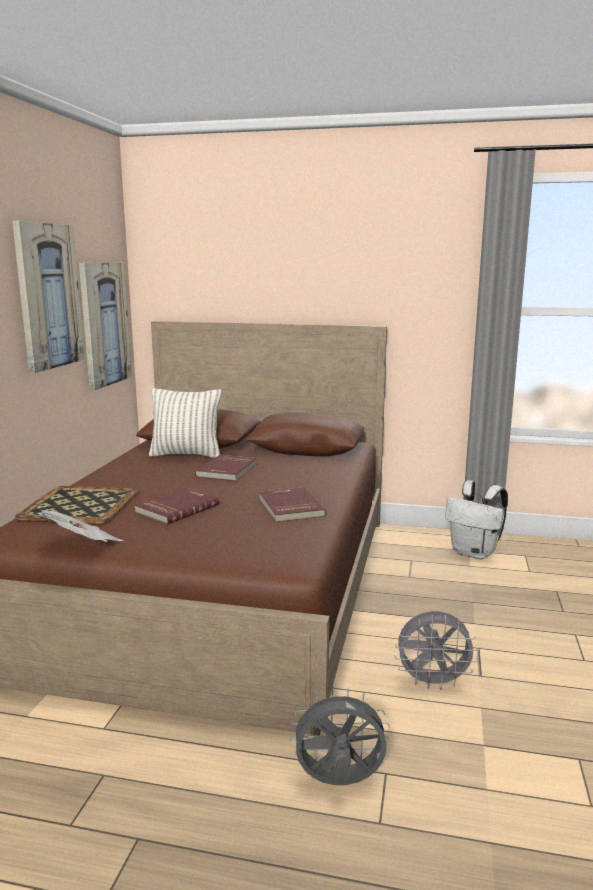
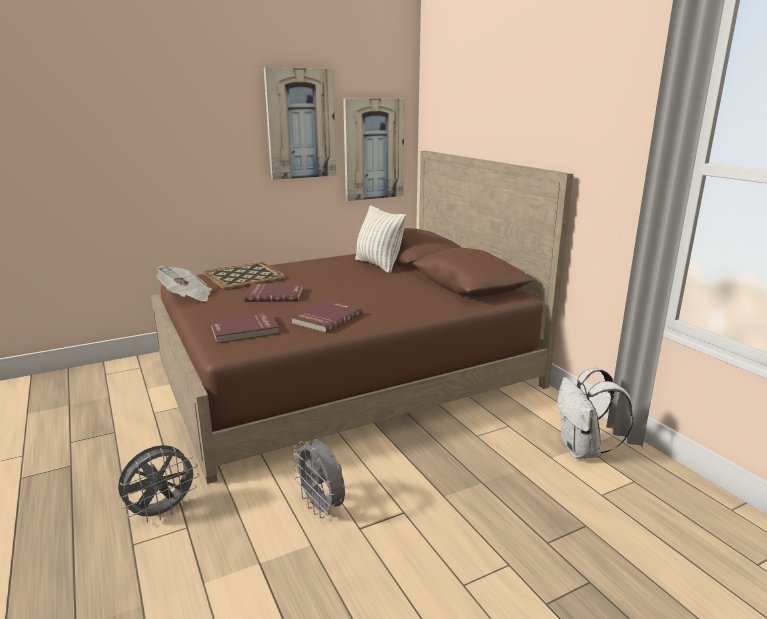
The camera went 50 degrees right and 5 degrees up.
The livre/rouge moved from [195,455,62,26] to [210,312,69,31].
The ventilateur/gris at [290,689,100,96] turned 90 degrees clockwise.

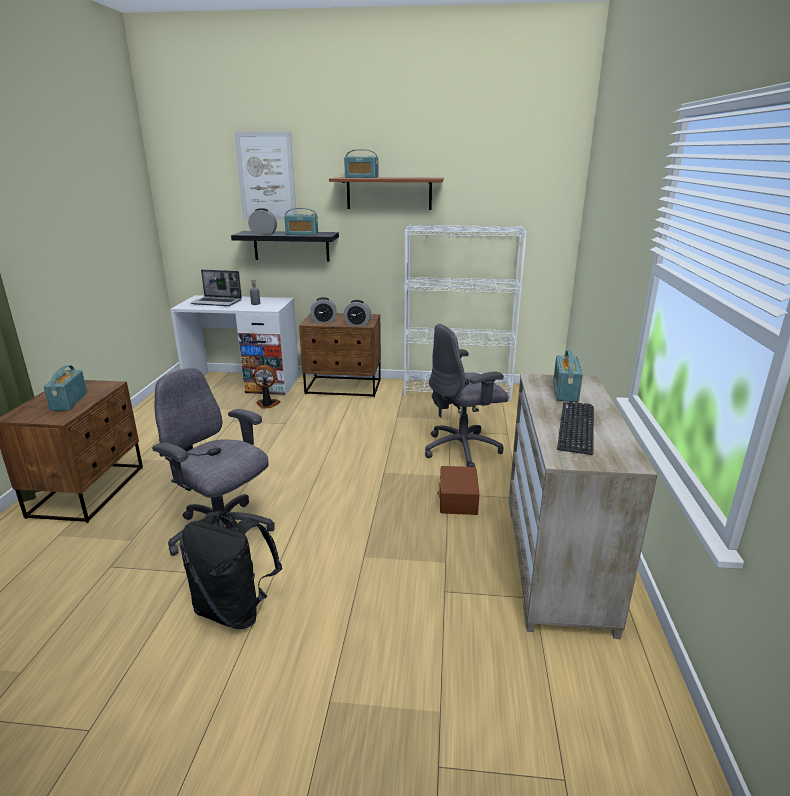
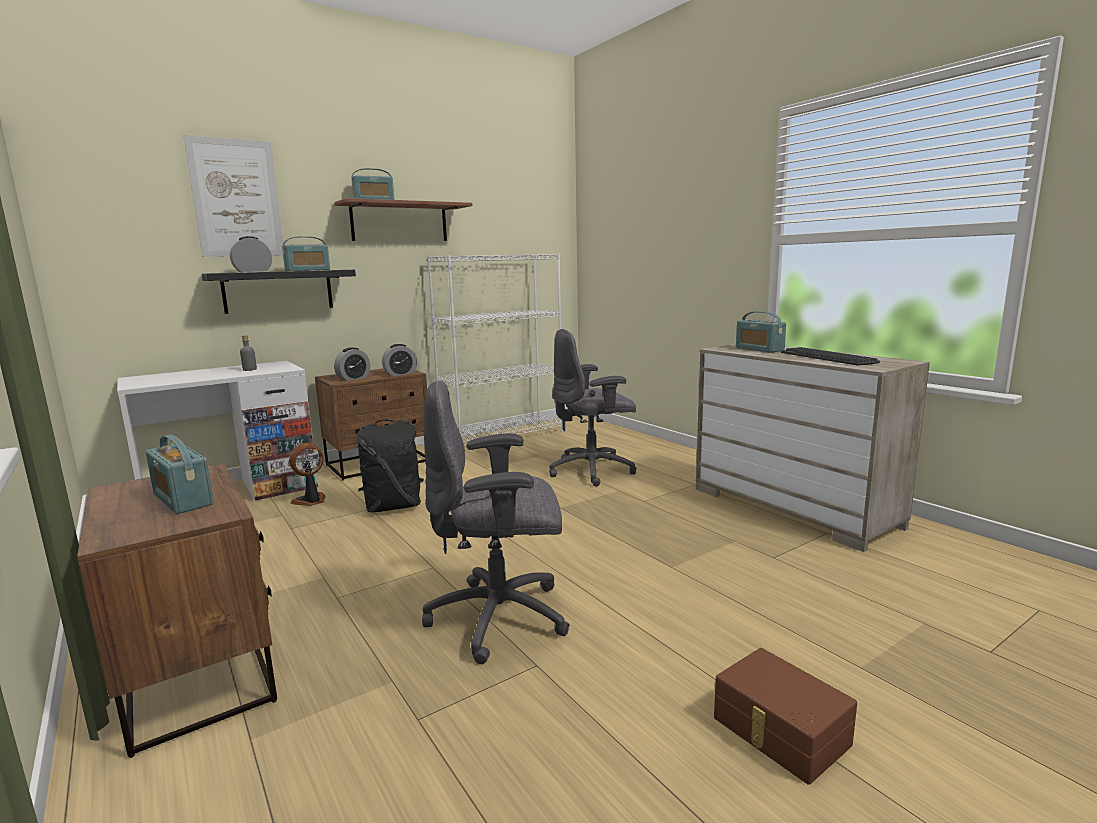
The camera went 40 degrees left and 10 degrees down.
The sac à dos/noir moved from [180,511,102,118] to [357,419,67,93].
The ordinateur portable at [191,269,51,37] disappeared.
The chaise de bureau/gris at [425,324,83,143] turned 45 degrees clockwise.
The boîte de rangement/marron moved from [437,466,42,49] to [714,648,143,137].

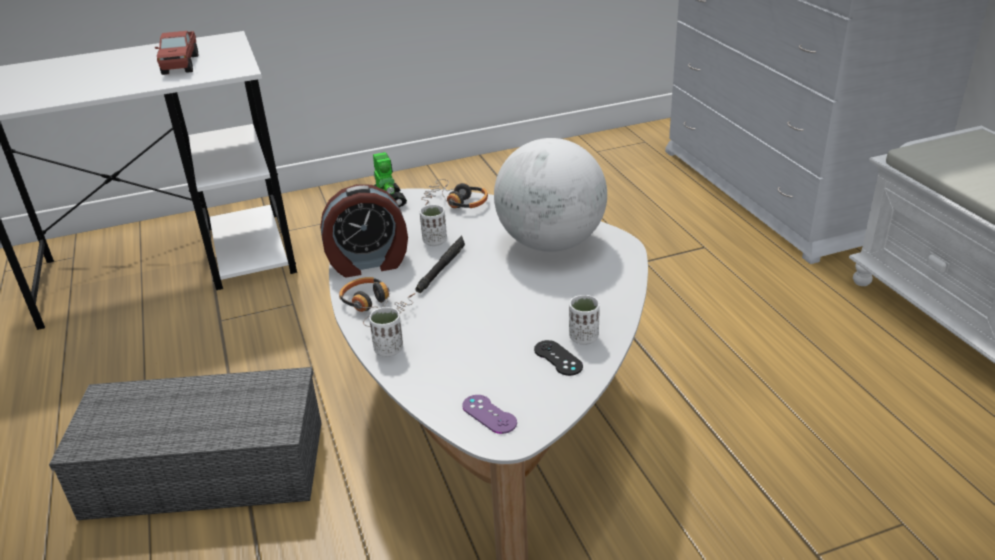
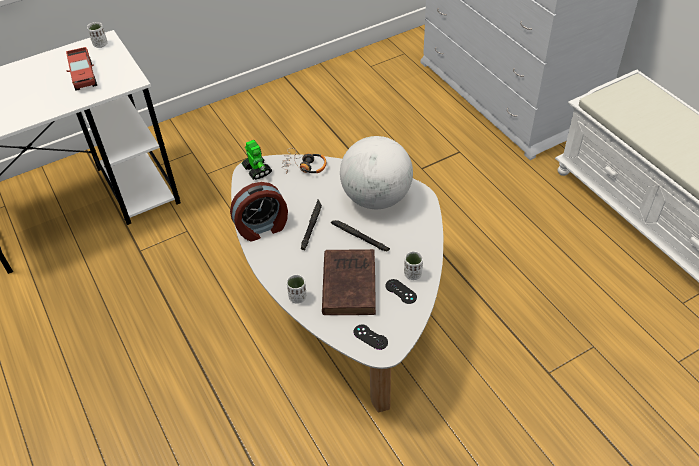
The camera went 10 degrees left and 15 degrees up.
The boîte de rangement/gris at [49,367,273,153] disappeared.
The casque audio at [339,277,76,50] disappeared.
The tasse/blanc moved from [420,205,27,41] to [87,22,21,26].
The manette/violet at [462,395,55,39] became the manette/noir at [354,324,34,26].
The livre/marron at [322,249,54,66] appeared.
The lampe de poche/noir at [331,220,59,32] appeared.

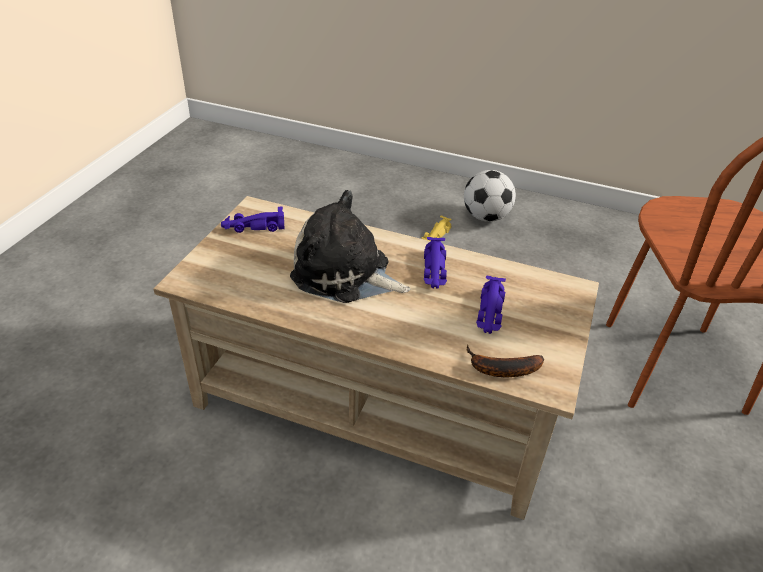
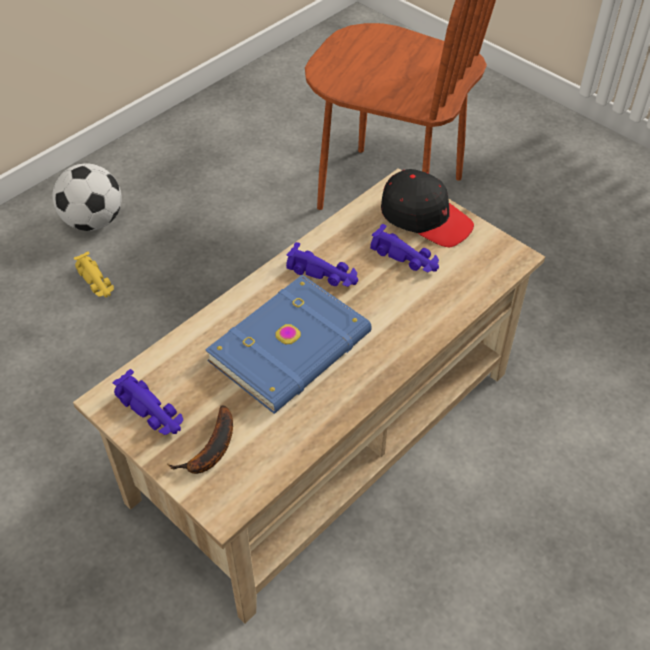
The camera went 65 degrees left and 10 degrees up.
The petite voiture/violet at [221,207,63,26] turned 60 degrees counterclockwise.
The peluche at [290,190,121,113] was replaced by the livre/bleu at [205,275,167,139].
The banane moved from [467,344,77,33] to [167,405,66,69].
The casquette/noir at [381,169,93,78] appeared.

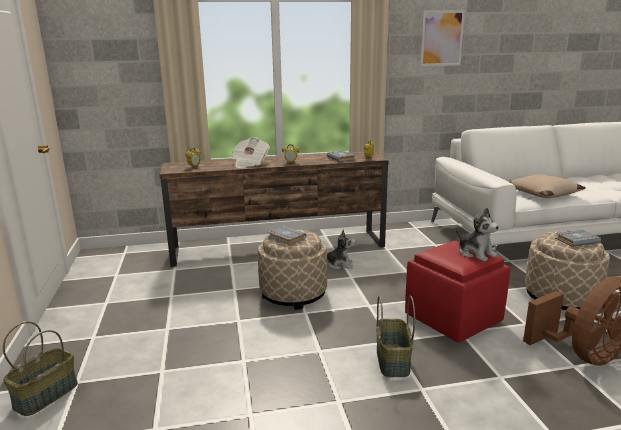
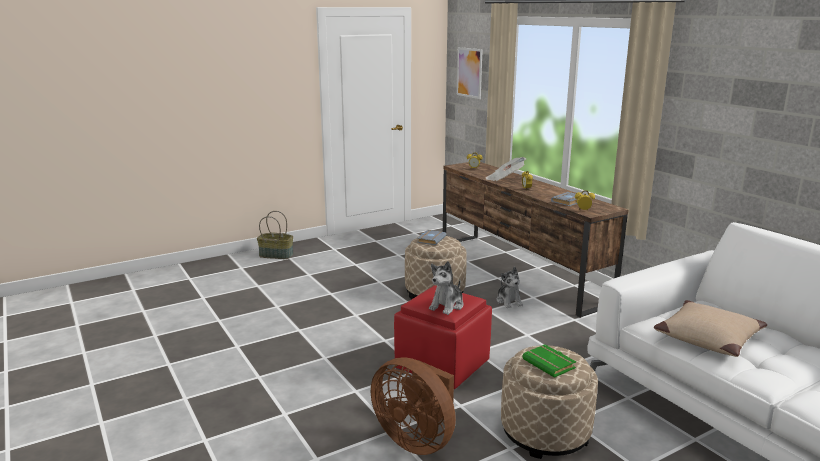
The camera went 70 degrees right and 0 degrees up.
The panier at [376,295,39,82] disappeared.
The tableau moved from [420,10,45,56] to [457,47,26,52].
The livre/gris at [555,230,46,17] became the livre/vert at [522,345,54,33].

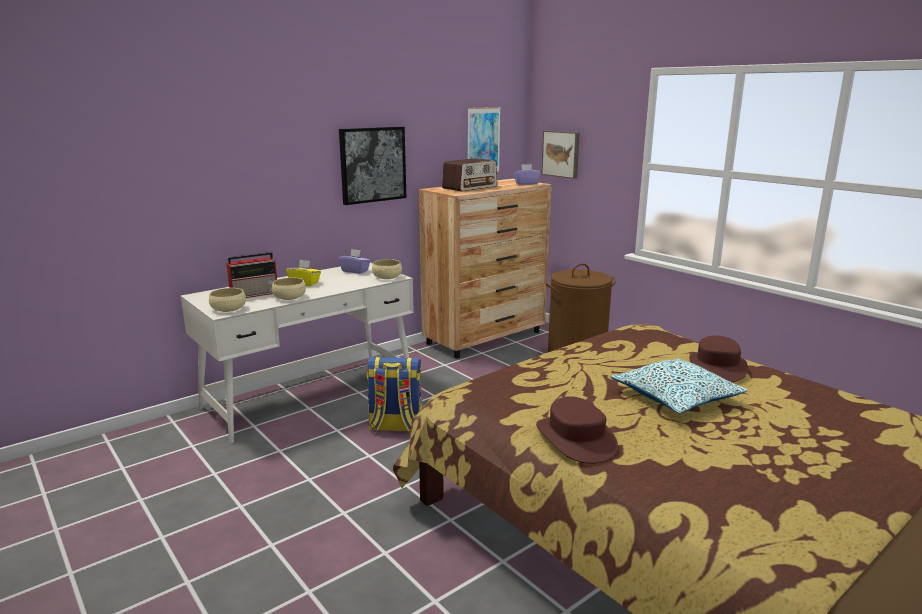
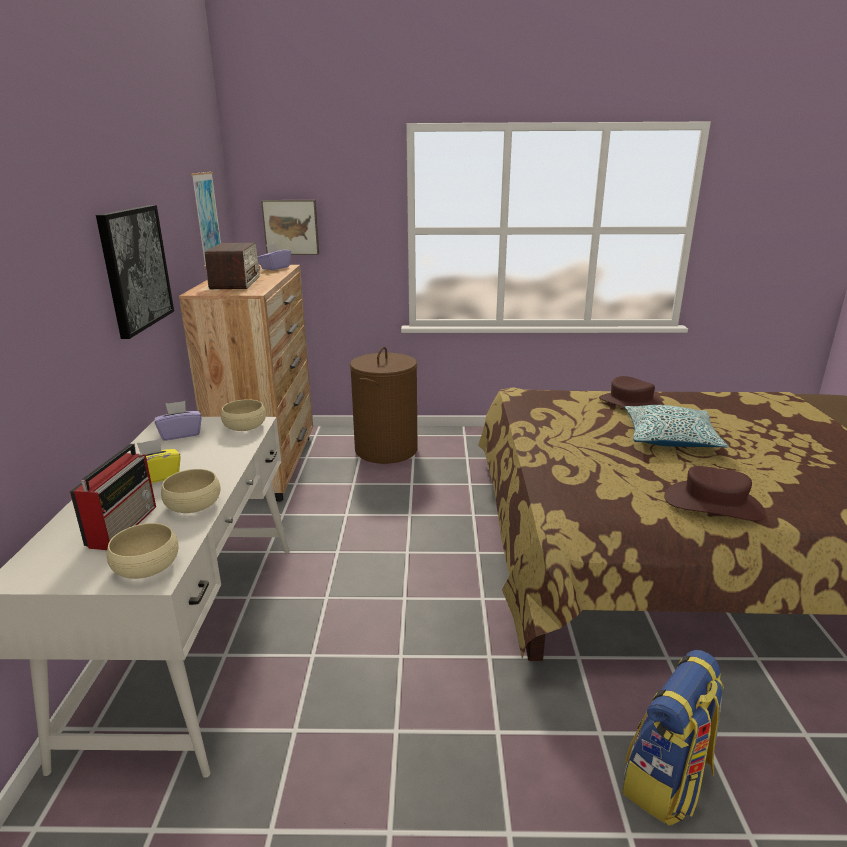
The camera went 50 degrees left and 5 degrees up.
The sac à dos moved from [366,357,56,74] to [622,650,102,176].

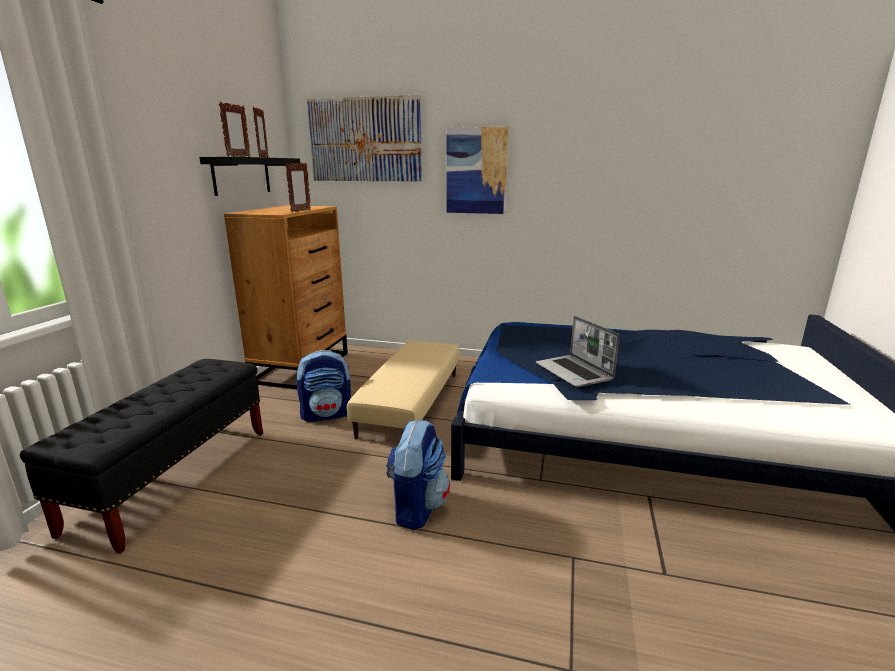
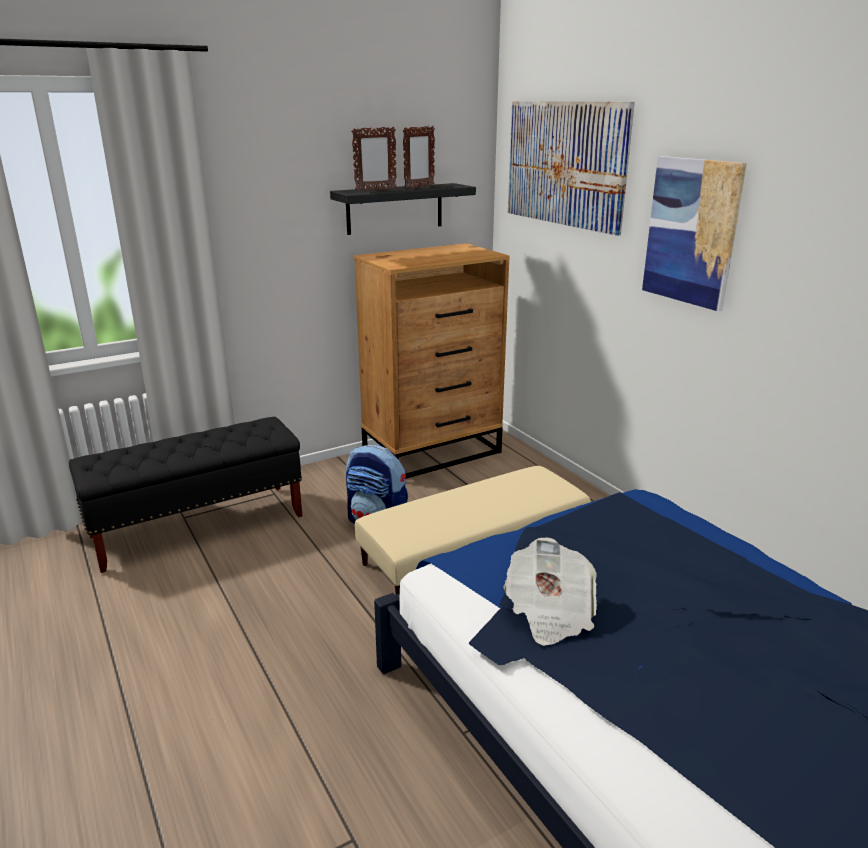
The camera went 45 degrees right and 5 degrees up.
The cadre photo at [285,163,26,49] disappeared.
The sac à dos at [386,420,64,110] disappeared.
The ordinateur portable at [536,316,84,71] was replaced by the journal at [504,537,93,109].

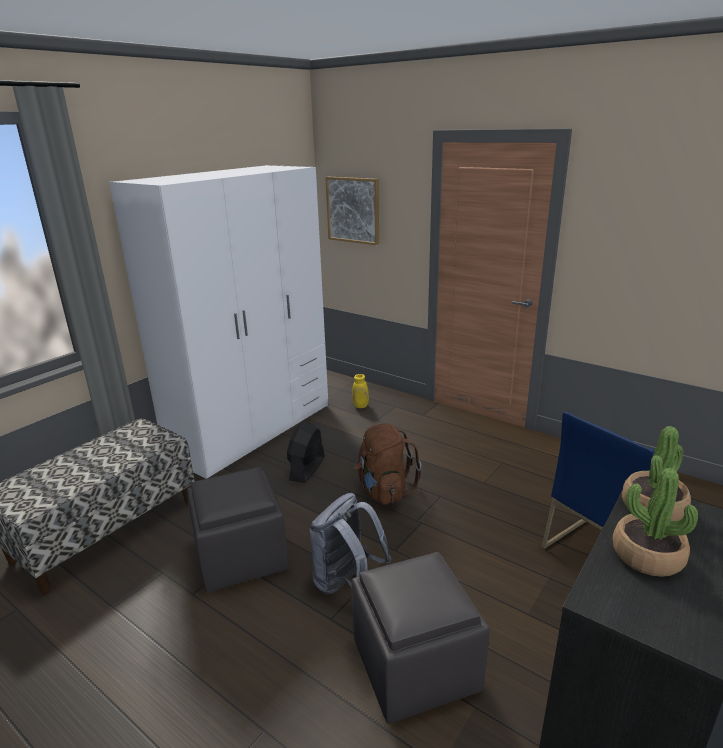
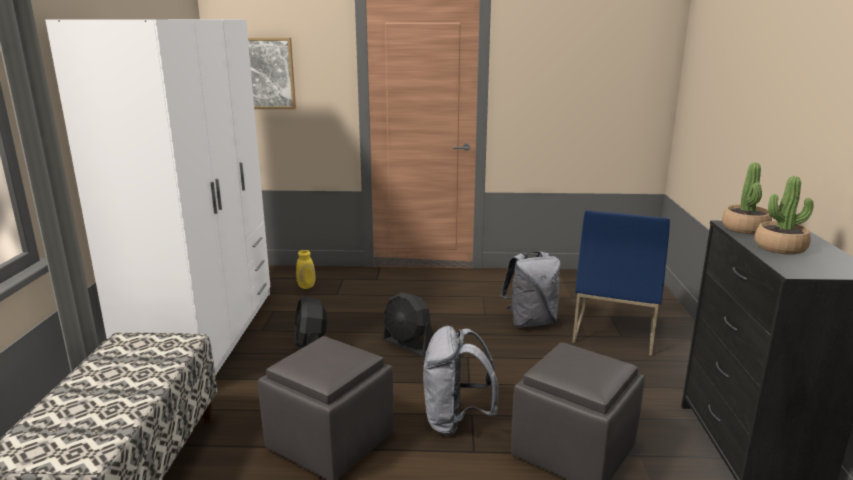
The camera went 35 degrees left and 5 degrees down.
The sac à dos/marron at [354,424,68,81] was replaced by the ventilateur/noir at [382,292,52,65].
The sac à dos/gris at [501,251,60,76] appeared.

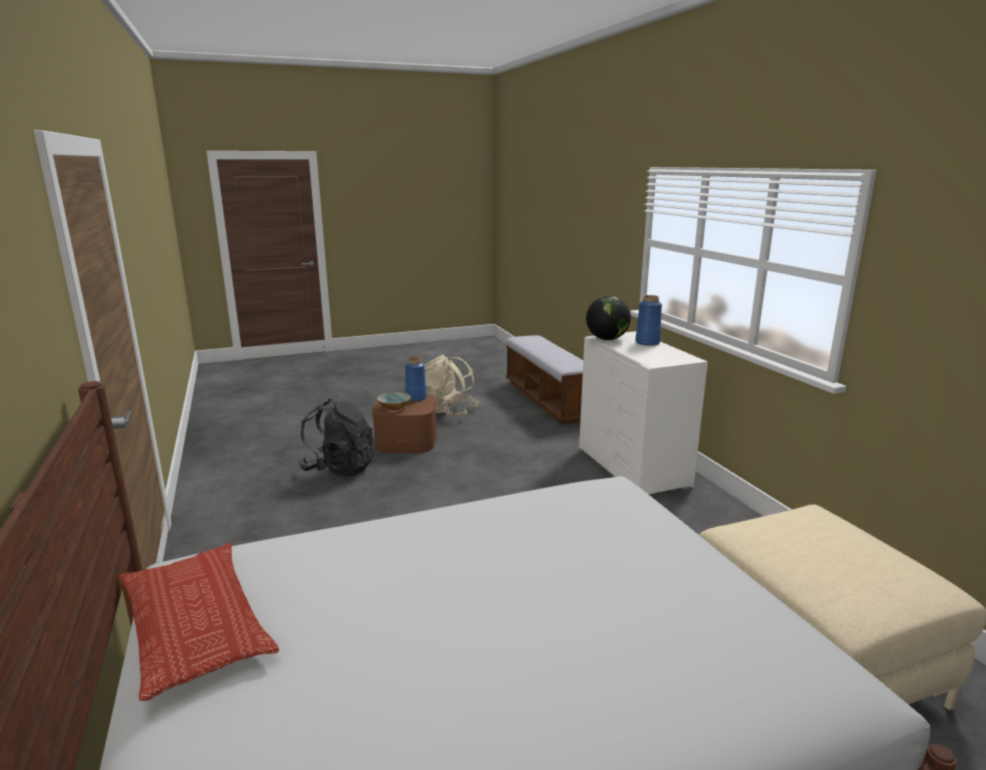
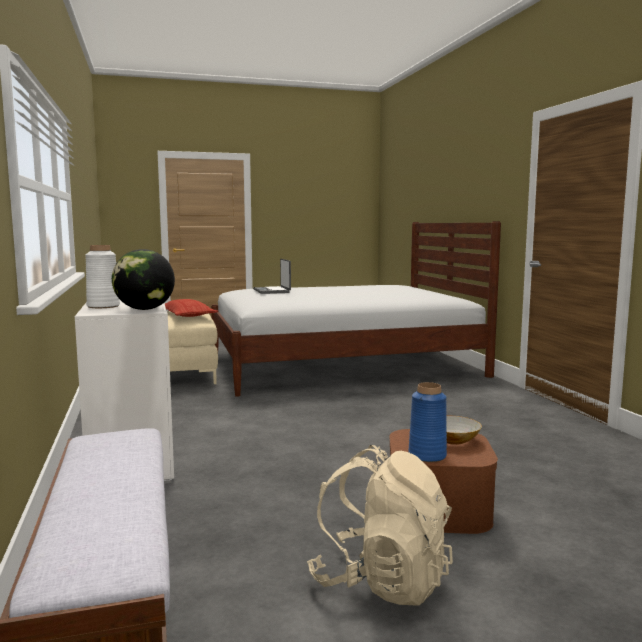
The camera went 175 degrees left and 10 degrees down.
The coussin moved from [119,543,160,158] to [165,299,53,18].
The sac à dos/noir at [298,399,76,78] disappeared.
The vase/bleu at [635,295,27,51] became the vase/blanc at [85,245,35,63].
The ordinateur portable at [253,259,38,35] appeared.

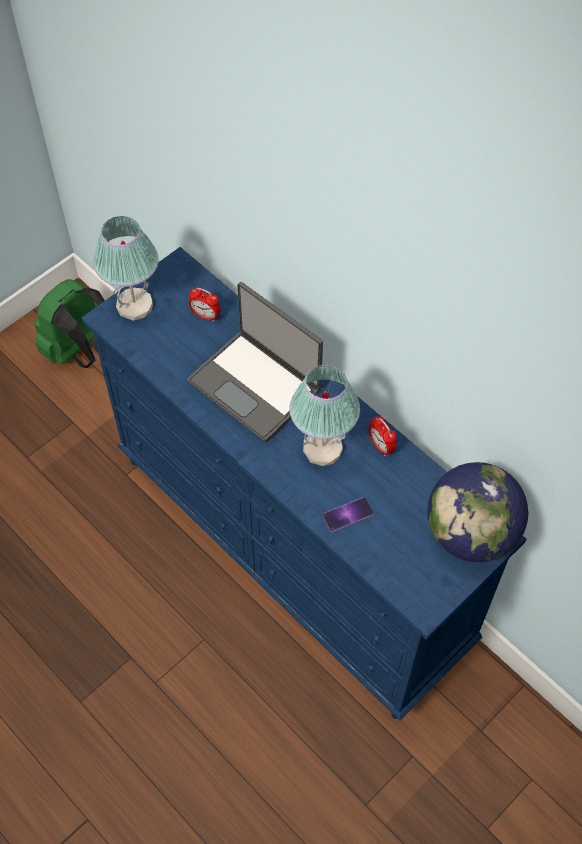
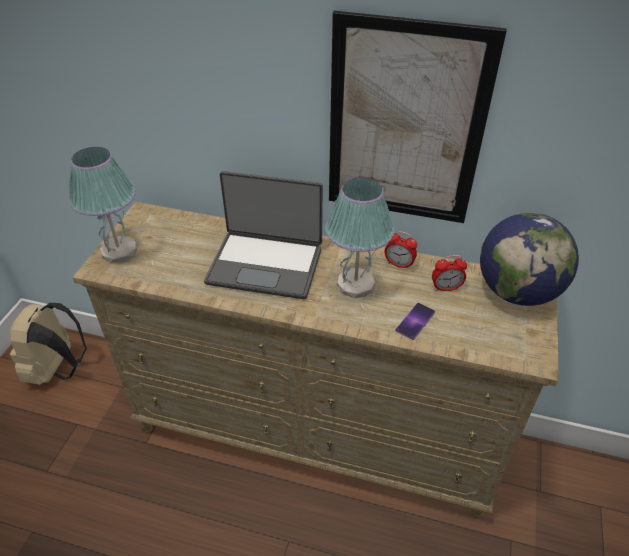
The camera went 30 degrees left and 15 degrees down.
The sac à dos/vert at [34,279,71,89] became the sac à dos/beige at [10,303,77,82].
The commode/bleu at [82,247,444,474] became the commode/beige at [72,202,487,317].
The réveil moved from [189,288,32,34] to [432,255,35,36].
The tableau at [329,11,178,212] appeared.

